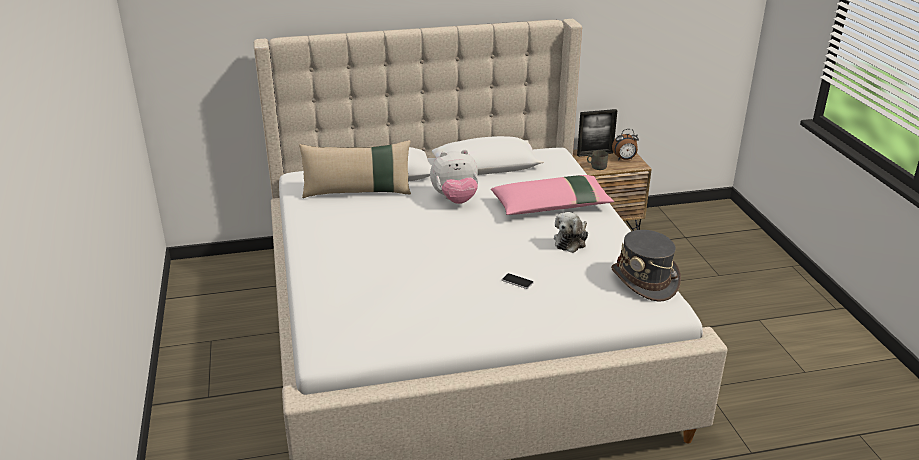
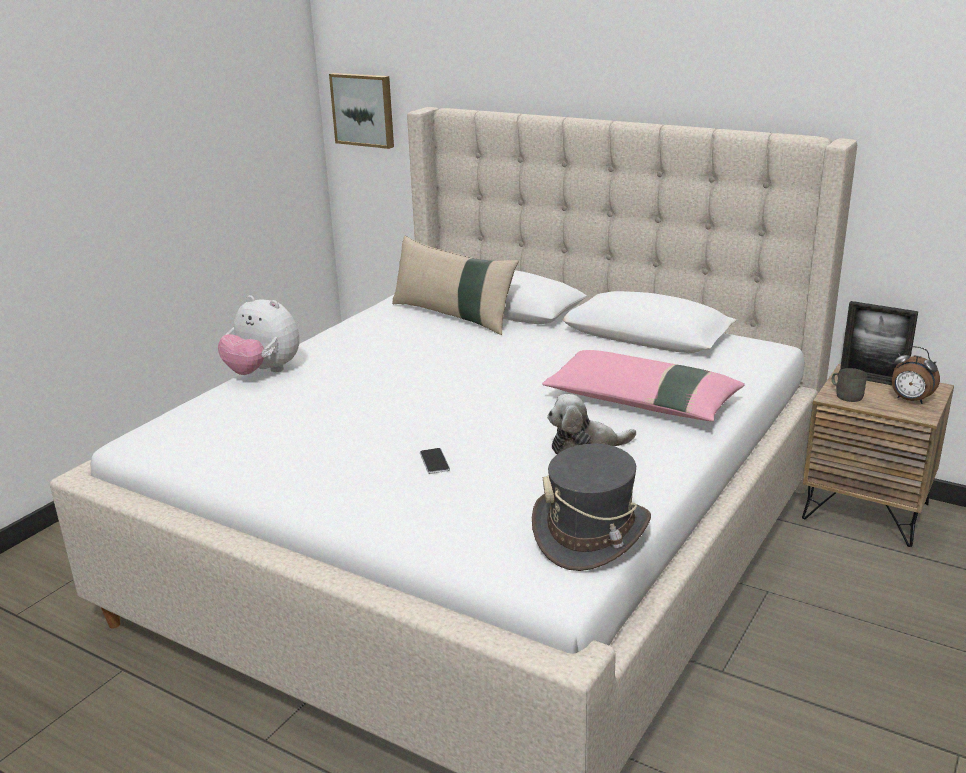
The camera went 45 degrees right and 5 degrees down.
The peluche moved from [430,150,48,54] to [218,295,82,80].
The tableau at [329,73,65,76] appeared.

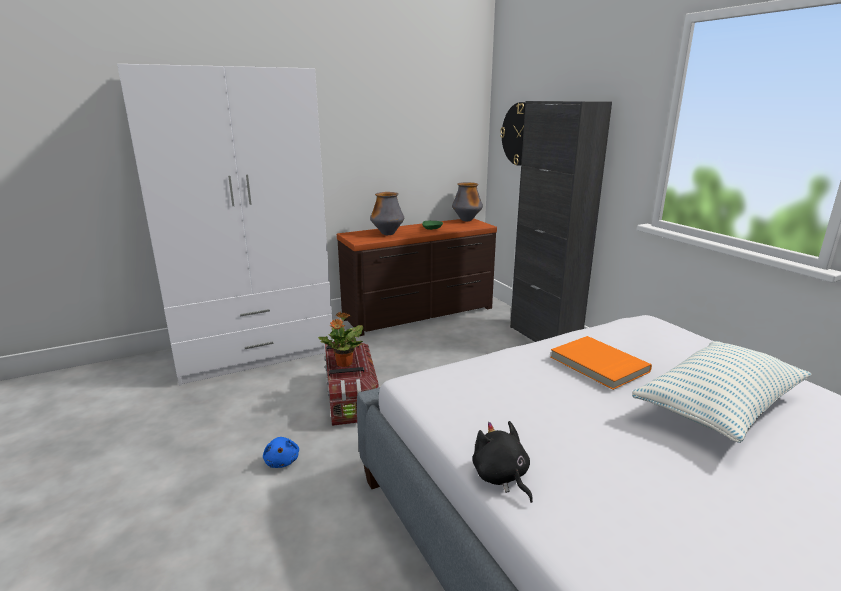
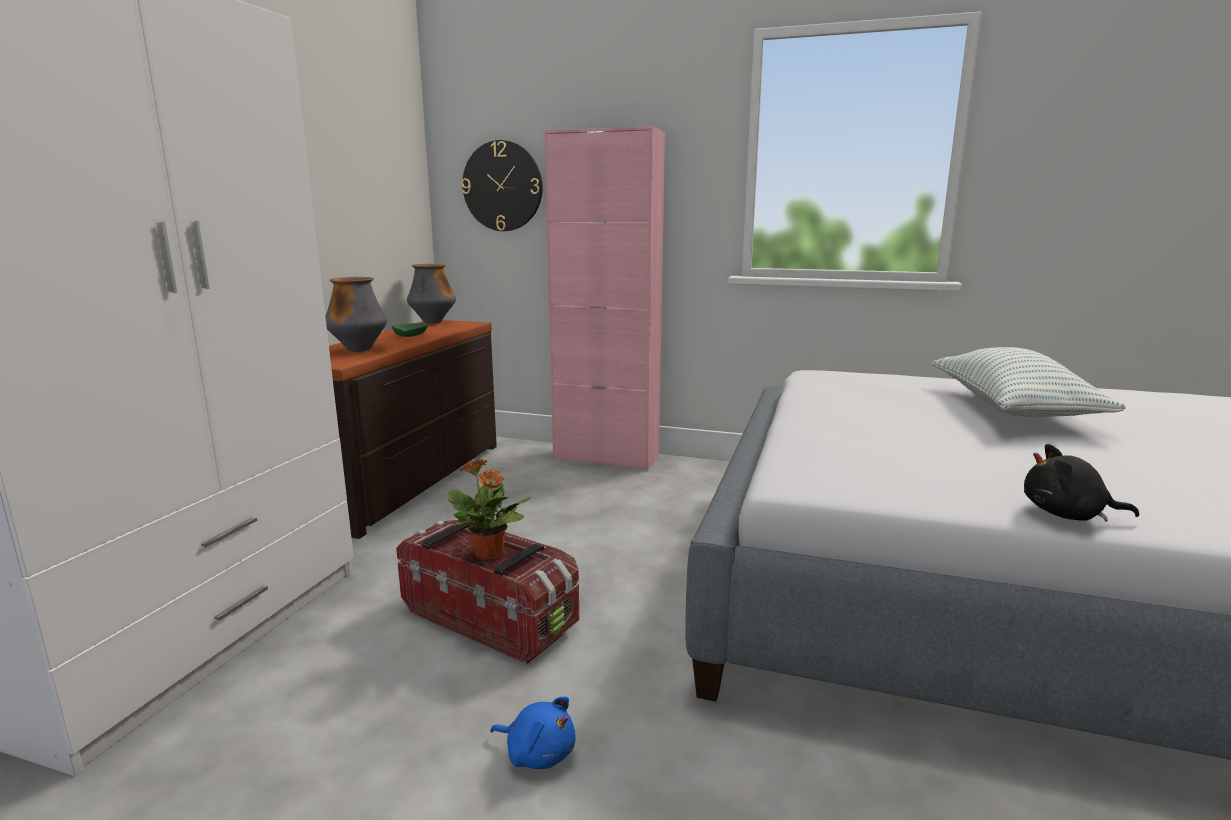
The camera went 45 degrees left and 5 degrees down.
The meuble de rangement/noir at [510,101,102,241] became the meuble de rangement/rose at [544,126,121,344].
The livre/orange at [551,336,101,54] disappeared.

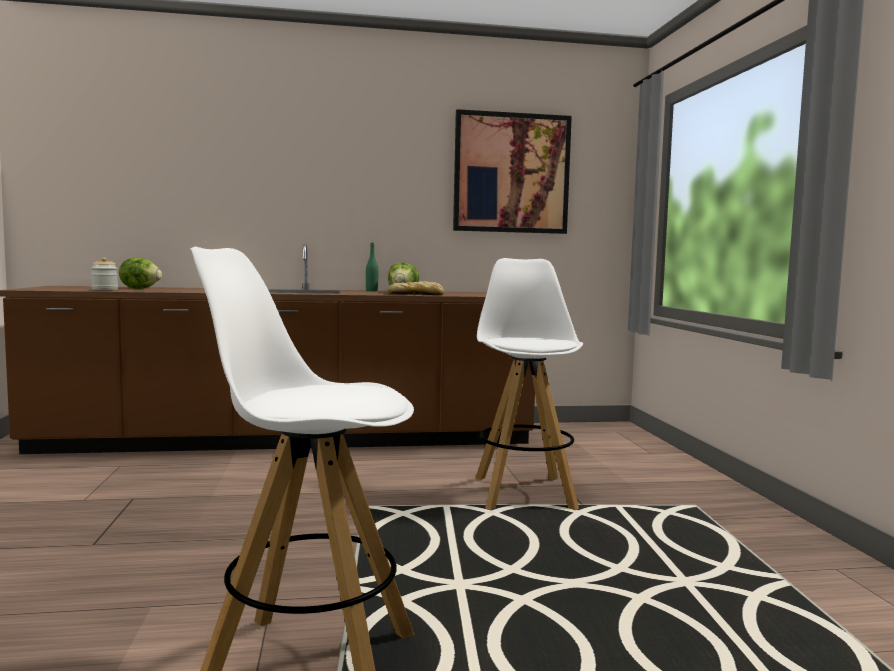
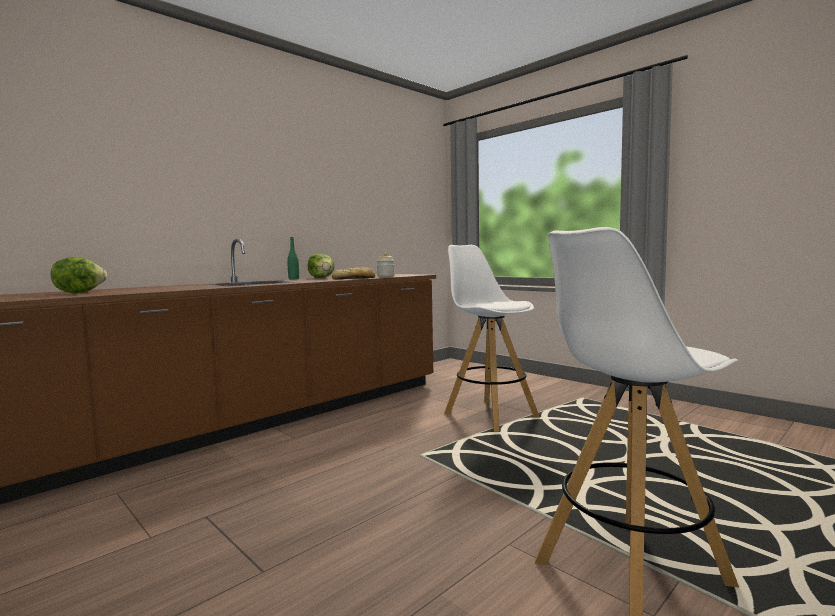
The camera went 35 degrees left and 0 degrees up.
The bocal moved from [91,257,27,33] to [377,253,17,24].
The tableau at [453,109,119,125] disappeared.

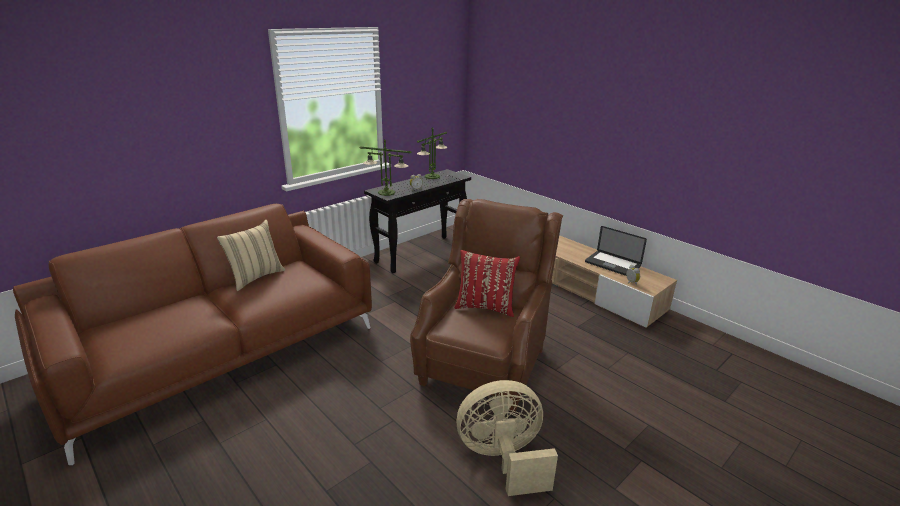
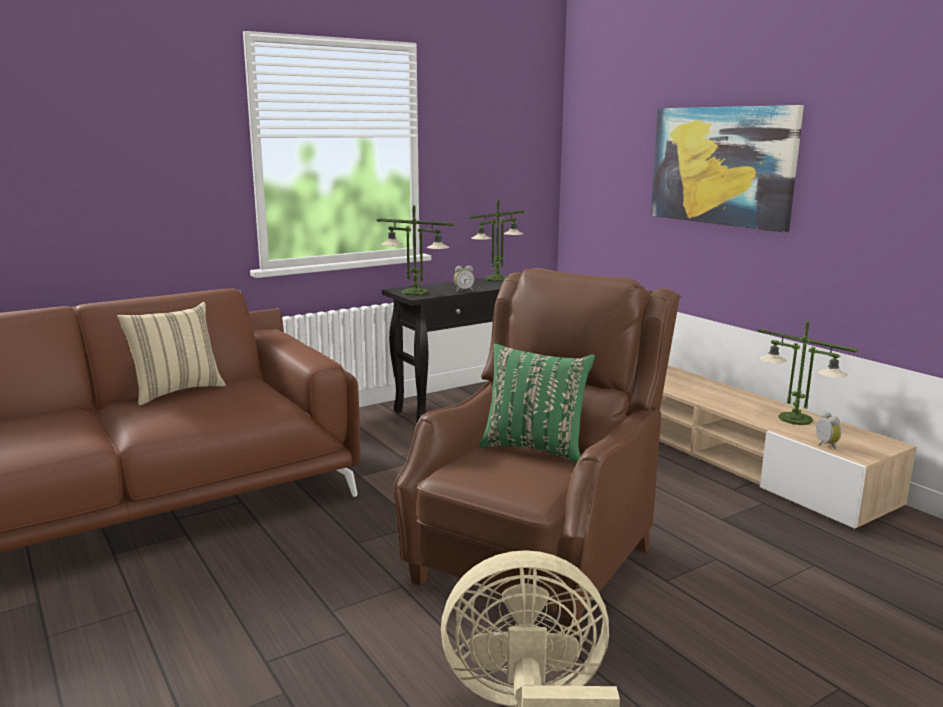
The camera went 10 degrees right and 10 degrees down.
The coussin/rouge at [454,250,66,67] became the coussin/vert at [479,344,116,119].
The ordinateur portable at [585,226,62,50] was replaced by the lampe de table at [758,320,100,105].
The tableau at [651,105,153,128] appeared.

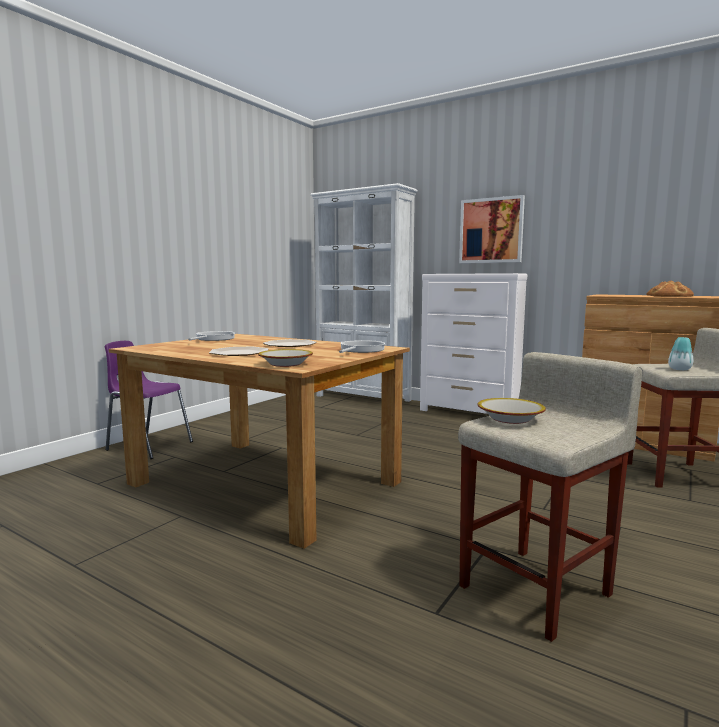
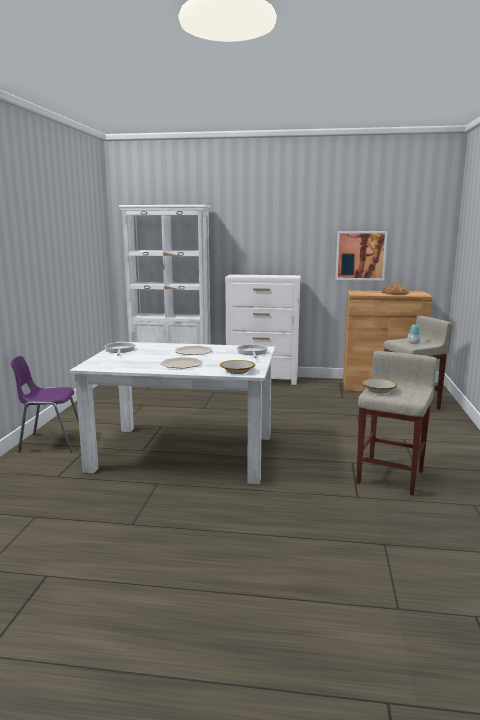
The camera went 25 degrees left and 5 degrees up.
The table à manger/marron at [109,334,301,215] became the table à manger/blanc at [69,342,206,142].
The tableau moved from [459,195,66,68] to [335,231,52,50].

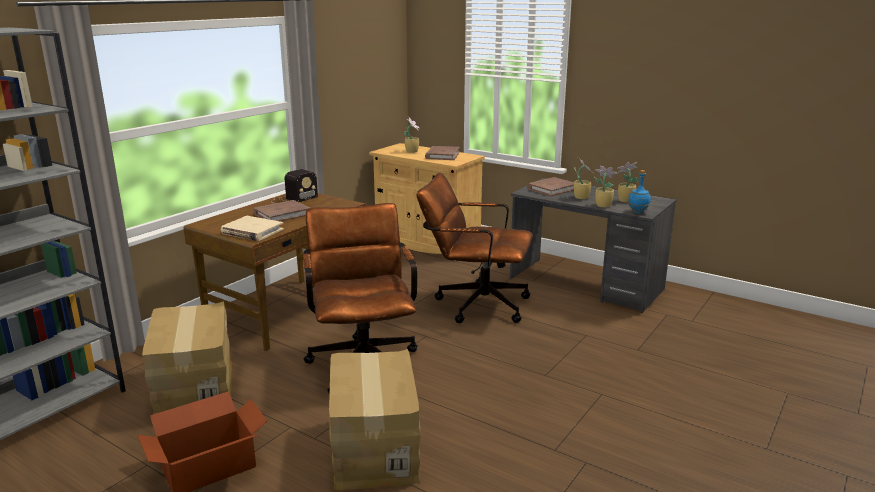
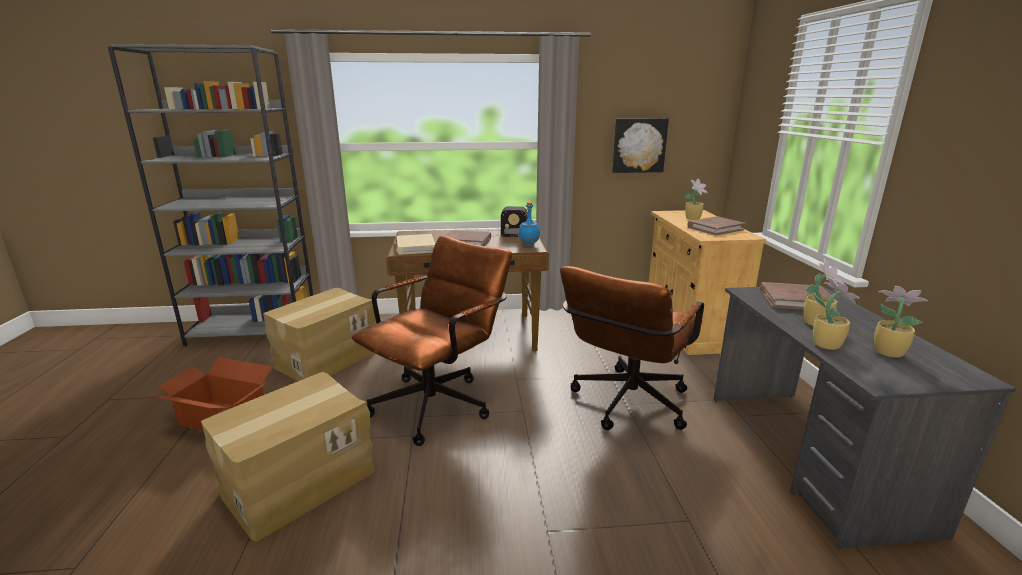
The camera went 50 degrees right and 0 degrees up.
The chaise de bureau/marron at [416,172,117,151] turned 120 degrees counterclockwise.
The bouteille/bleu moved from [628,170,23,43] to [518,202,22,44].
The tableau at [612,118,57,55] appeared.

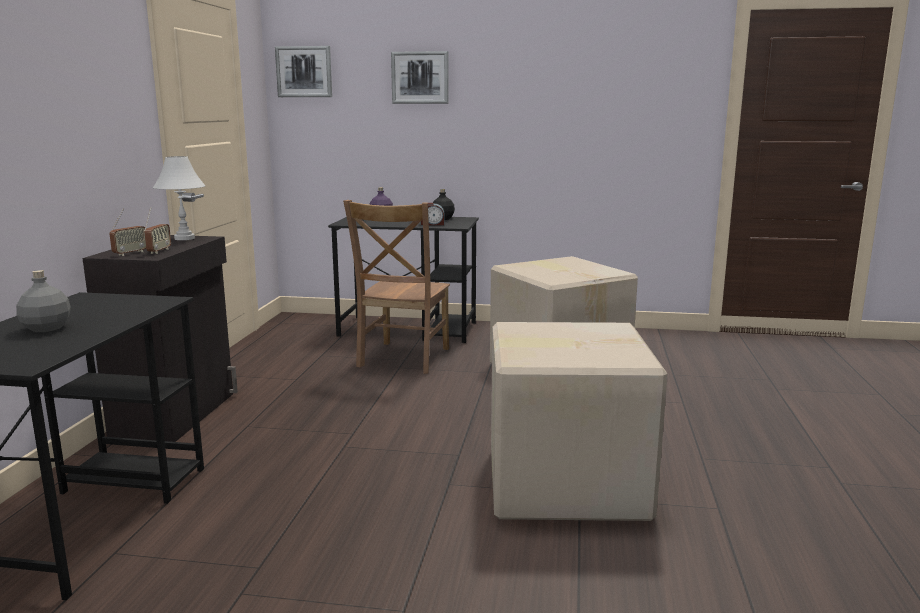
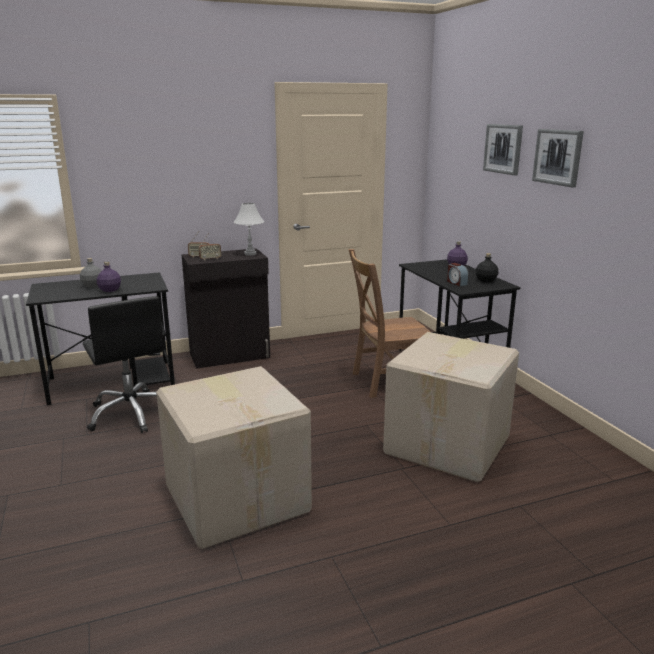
The camera went 60 degrees right and 5 degrees up.
The tableau moved from [275,46,57,51] to [532,129,52,58].
The chaise de bureau/noir at [83,296,81,137] appeared.
The bouteille/violet at [97,262,24,30] appeared.

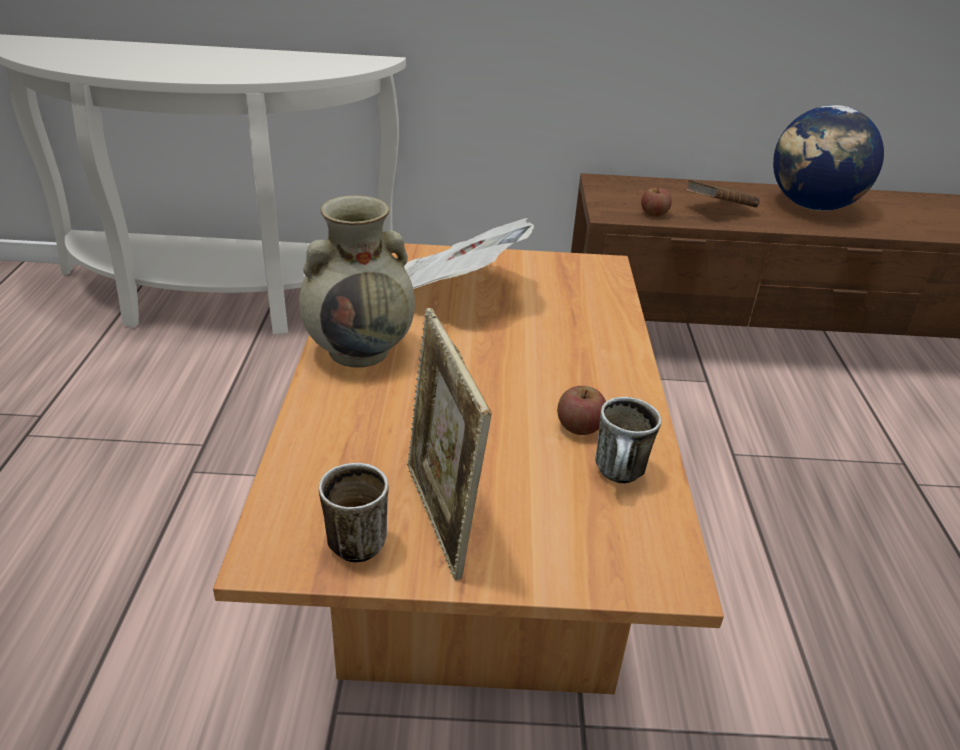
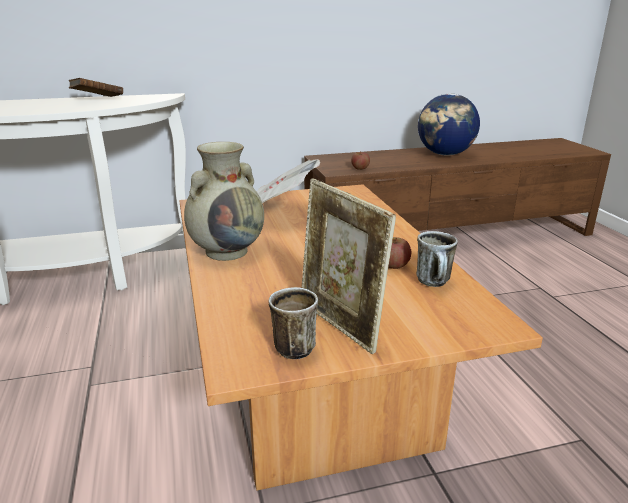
The camera went 15 degrees left and 10 degrees down.
The livre/marron moved from [686,179,74,28] to [69,78,54,19].

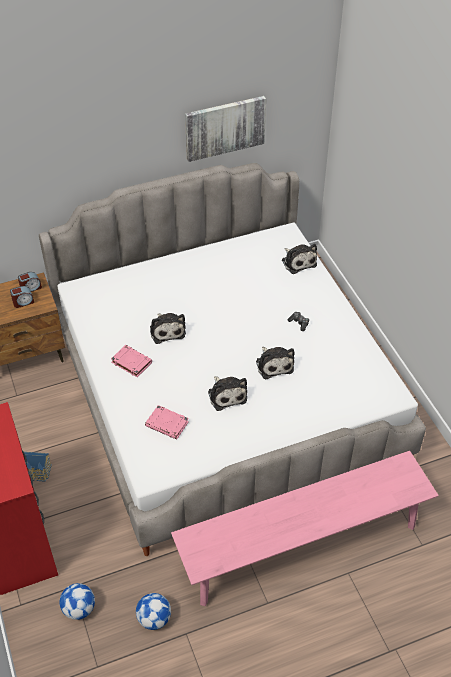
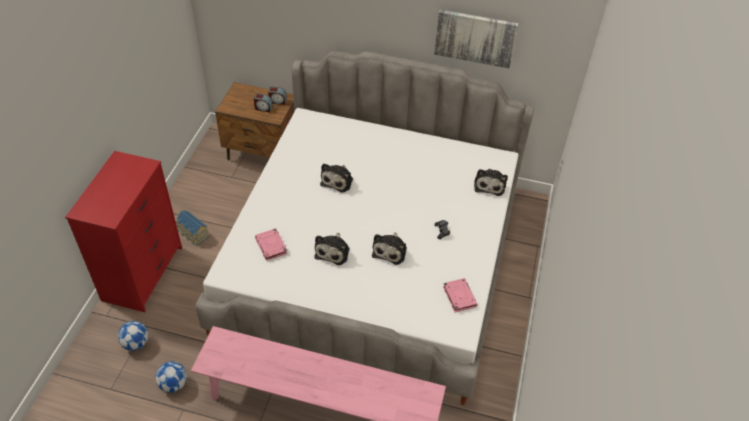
The camera went 35 degrees right and 0 degrees up.
The livre/rose moved from [111,345,41,32] to [443,278,35,35].

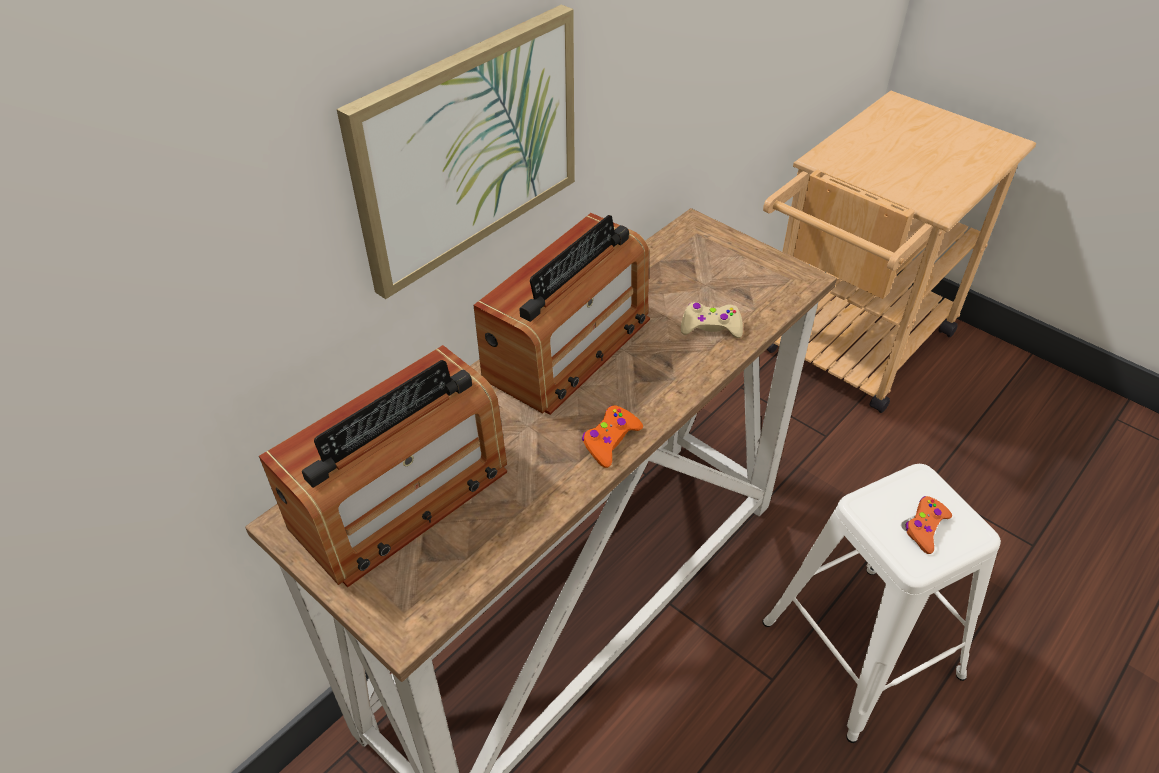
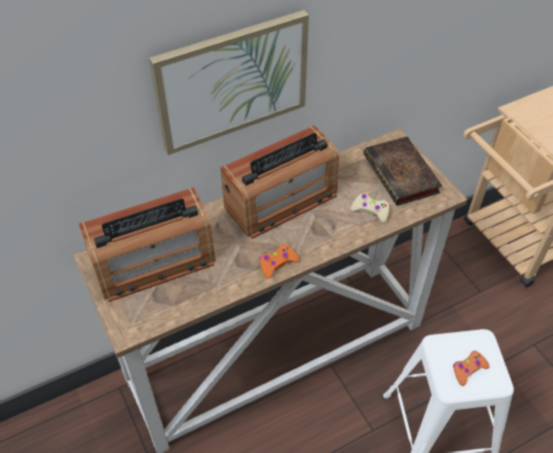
The camera went 20 degrees right and 5 degrees up.
The livre at [363,136,79,70] appeared.

